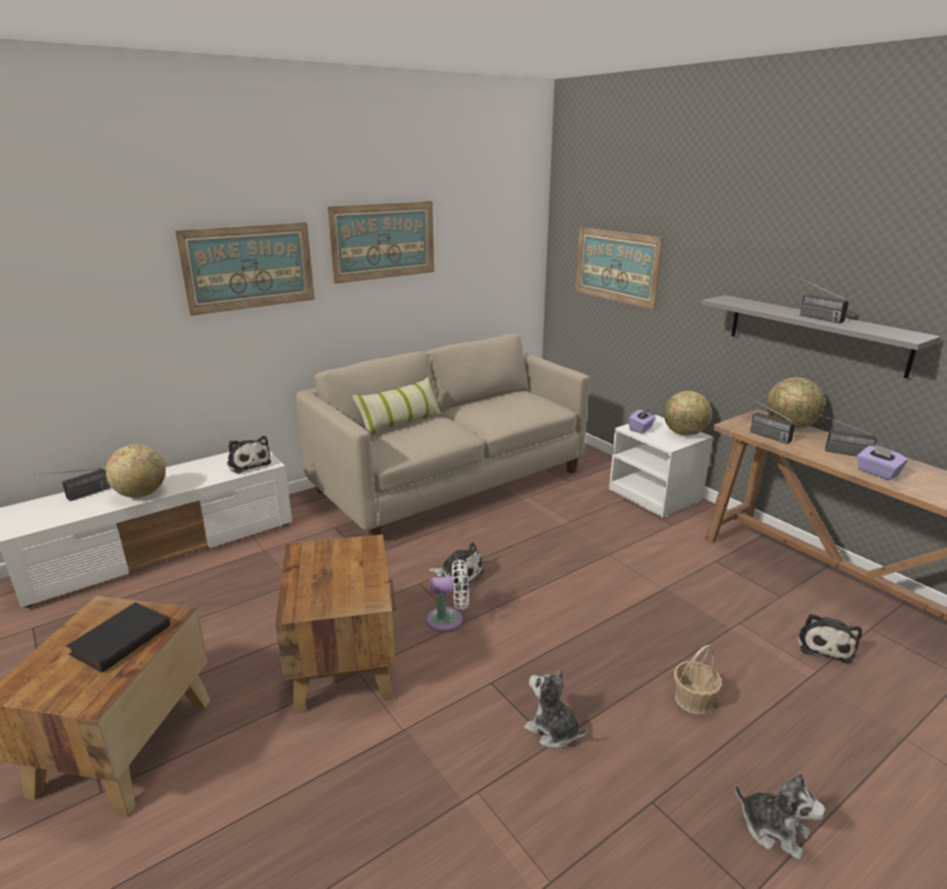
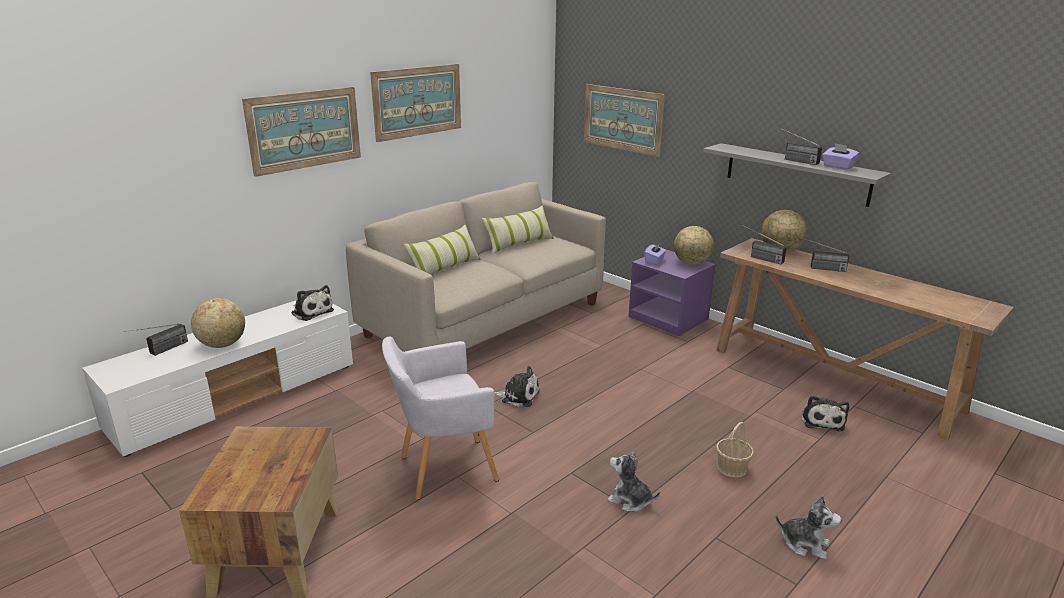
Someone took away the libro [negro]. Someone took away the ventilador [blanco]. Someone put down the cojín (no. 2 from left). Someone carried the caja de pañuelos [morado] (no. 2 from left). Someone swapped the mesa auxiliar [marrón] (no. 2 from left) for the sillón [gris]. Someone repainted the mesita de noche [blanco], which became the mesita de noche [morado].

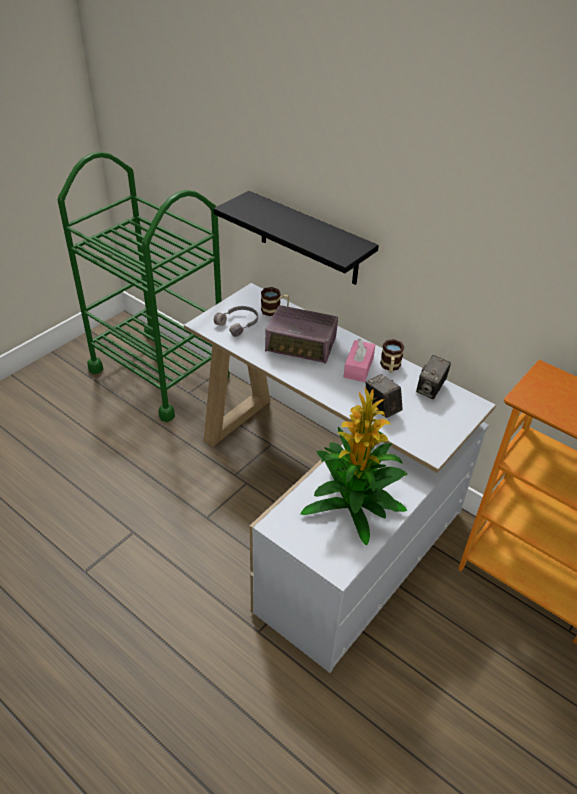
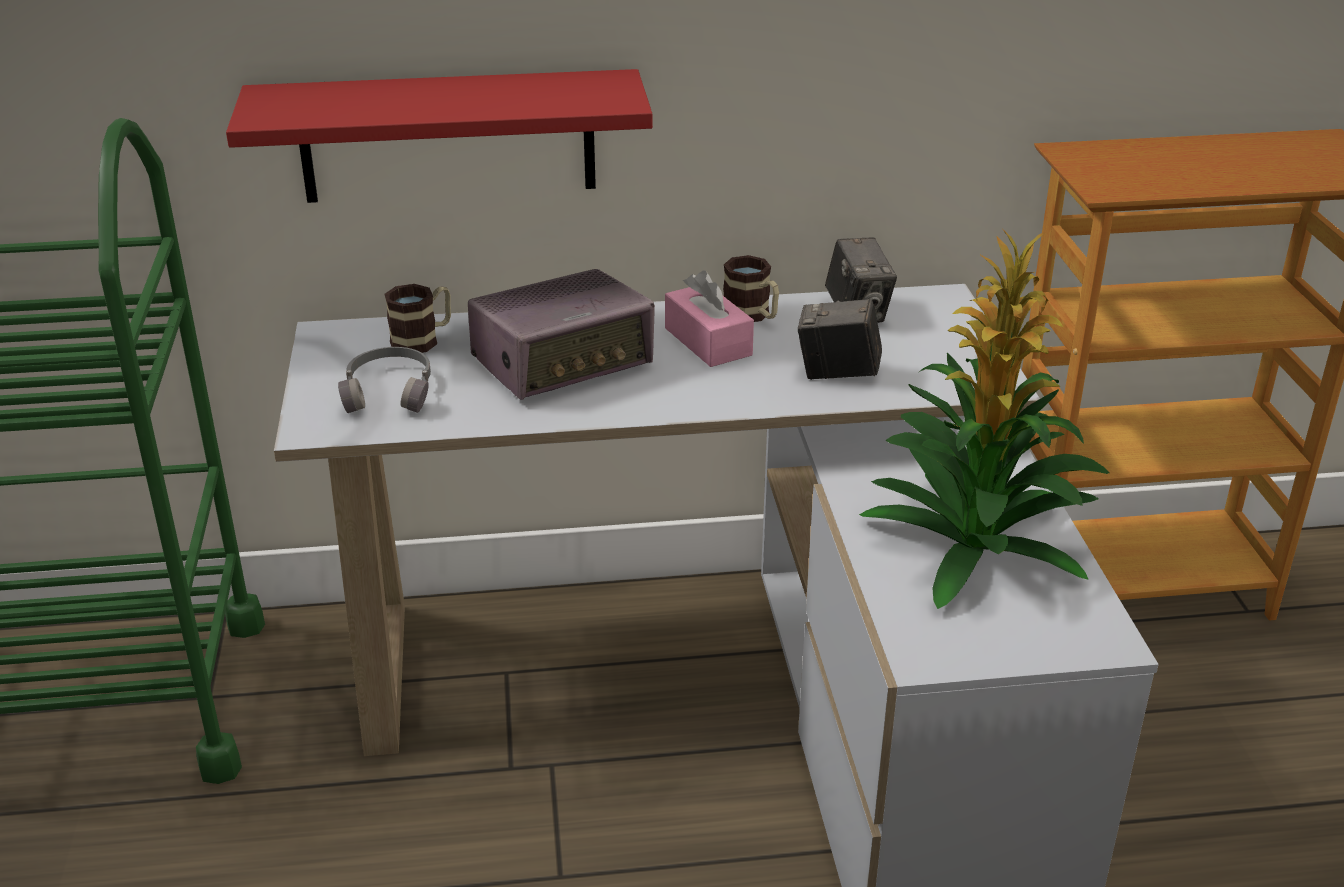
Someone repainted the estante [negro], which became the estante [rojo].

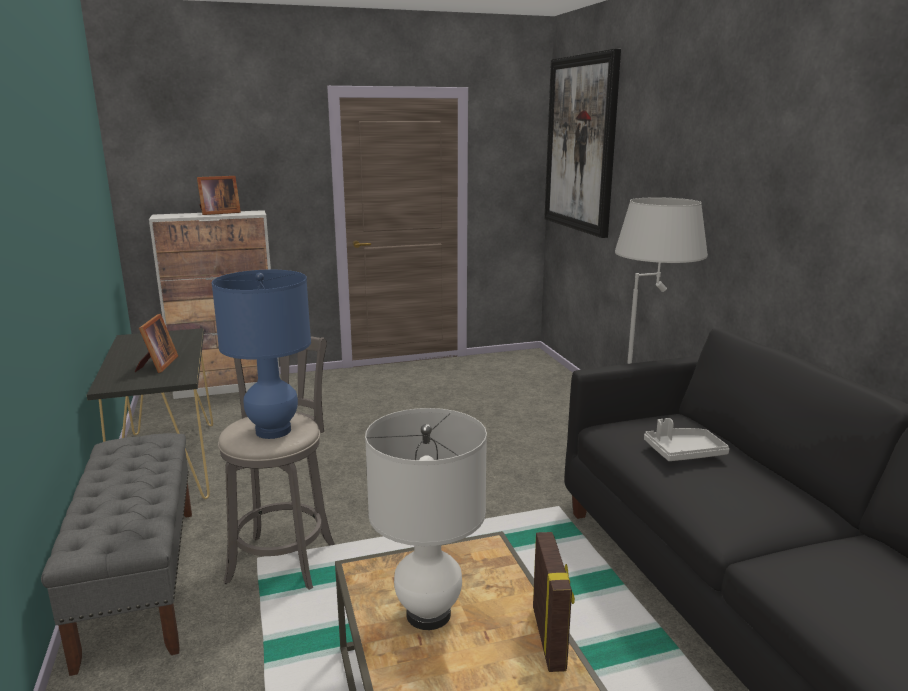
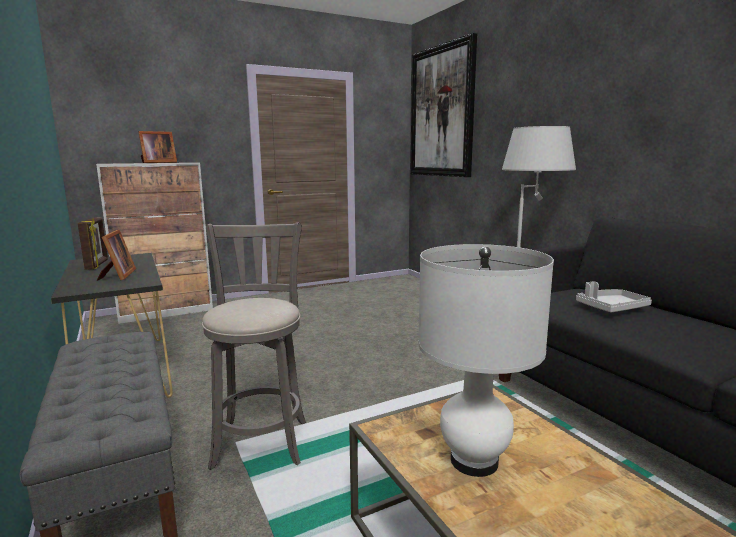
Someone took away the lámpara de mesa [azul]. Someone carried the portarretratos (no. 3 from left in the first image).

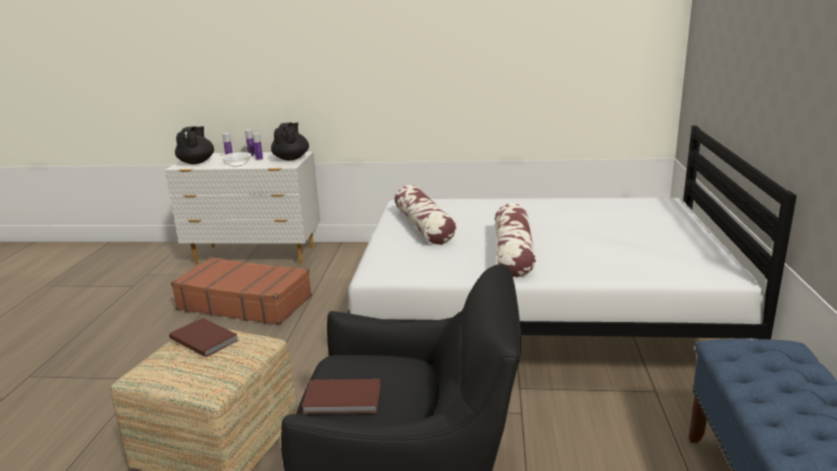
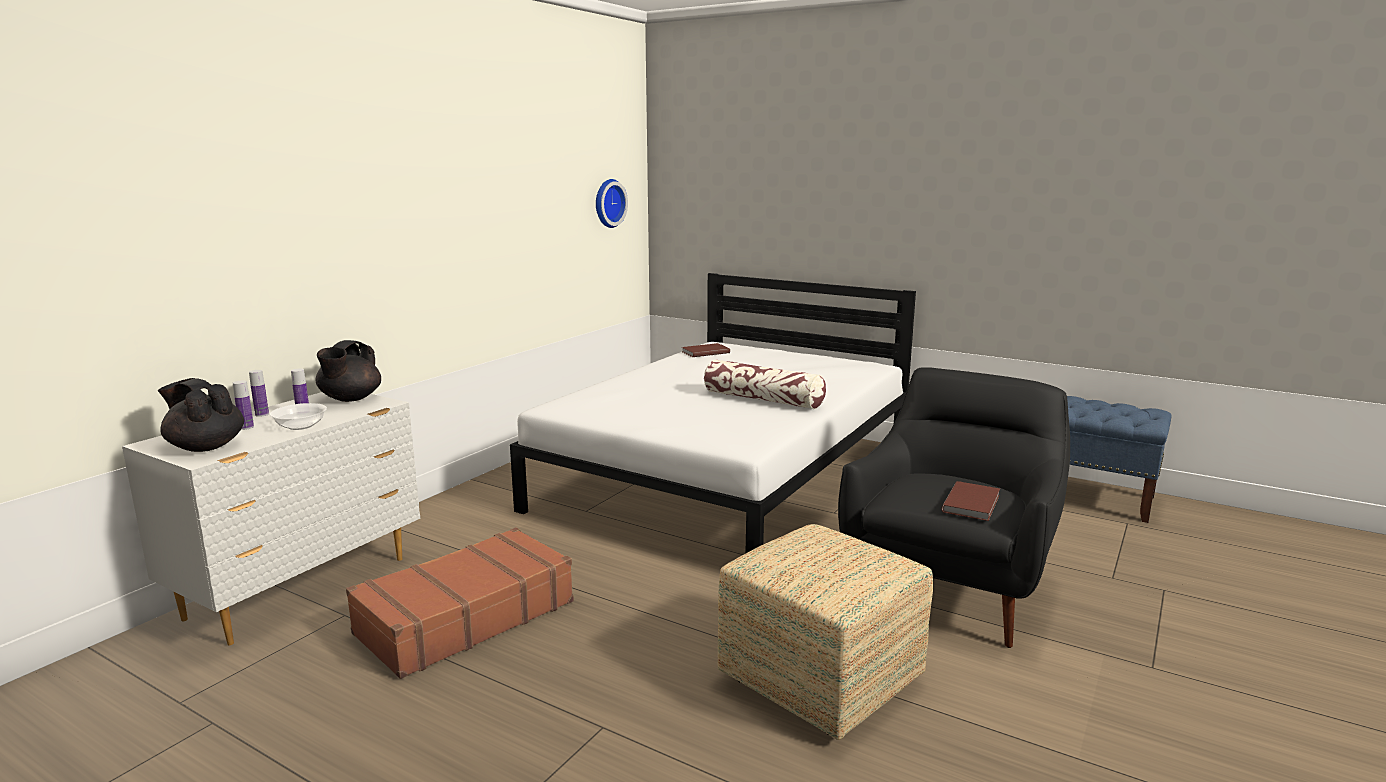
Someone took away the cojín (no. 1 from left). Someone put up the reloj de pared. Someone carried the libro [marrón] (no. 1 from left). Someone rotated the tetera [negro] (no. 2 from left) by 105 degrees counterclockwise.

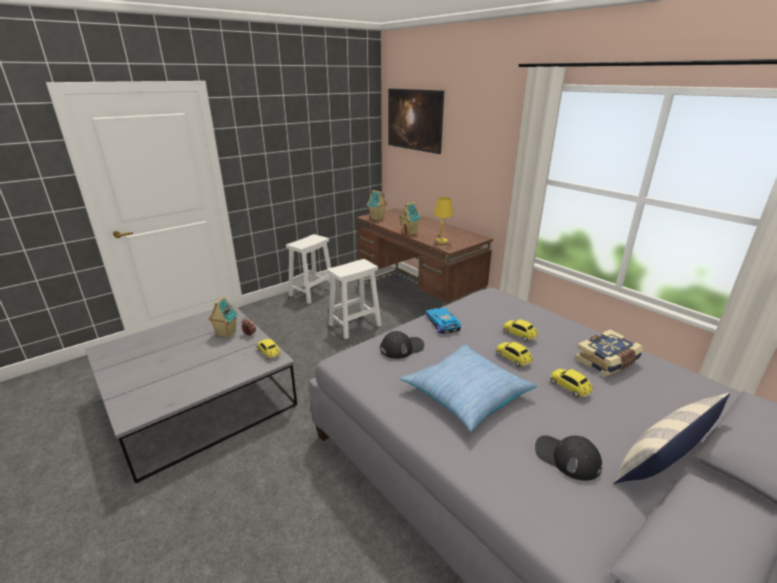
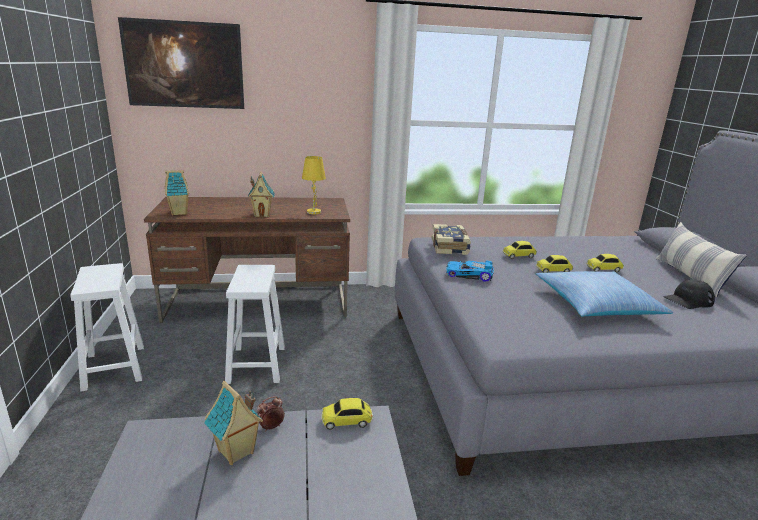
Someone took away the gorra [negro] (no. 1 from left). Someone carried the libro.

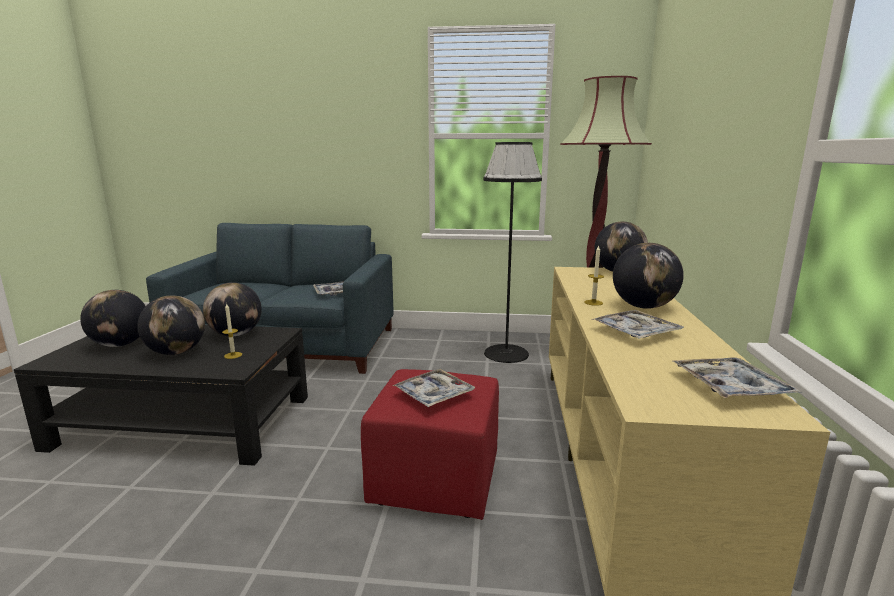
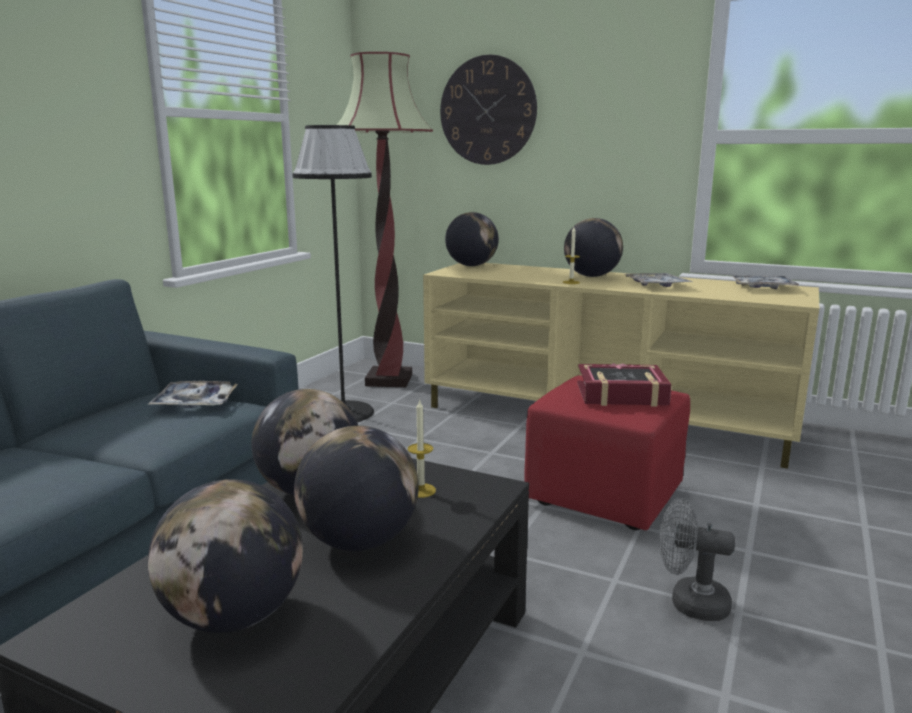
Someone put up the reloj de pared. Someone put down the ventilador [gris]. Someone swapped the bandeja (no. 2 from left) for the libro.

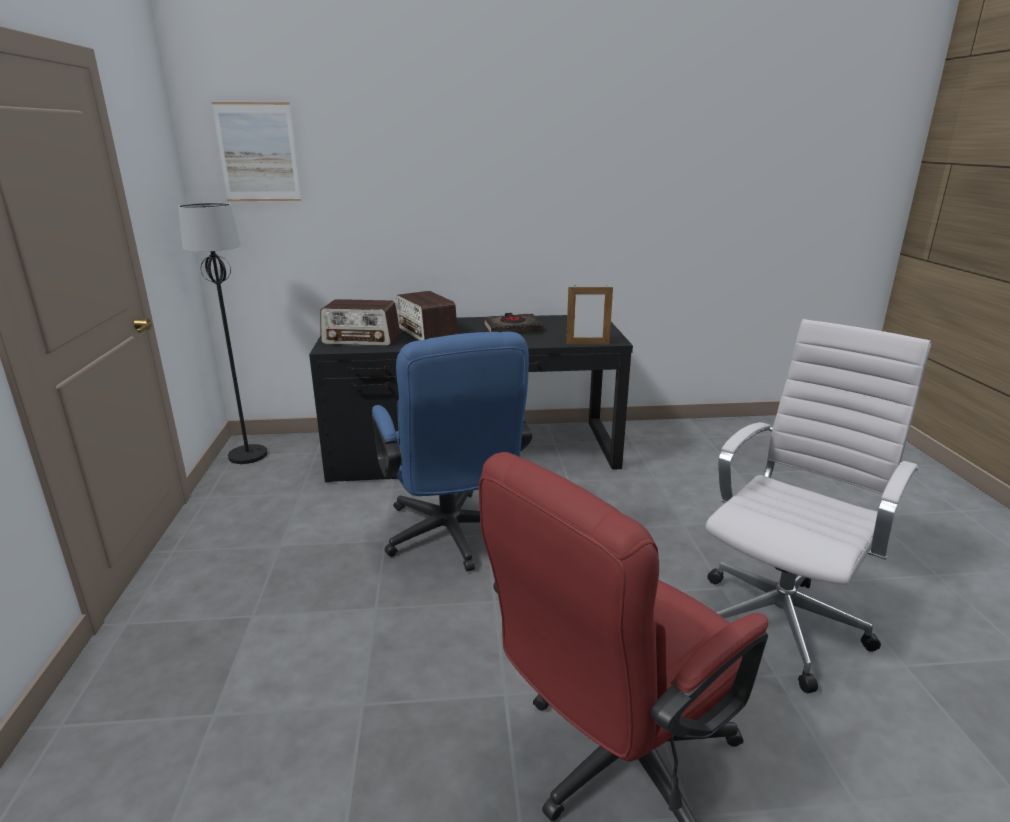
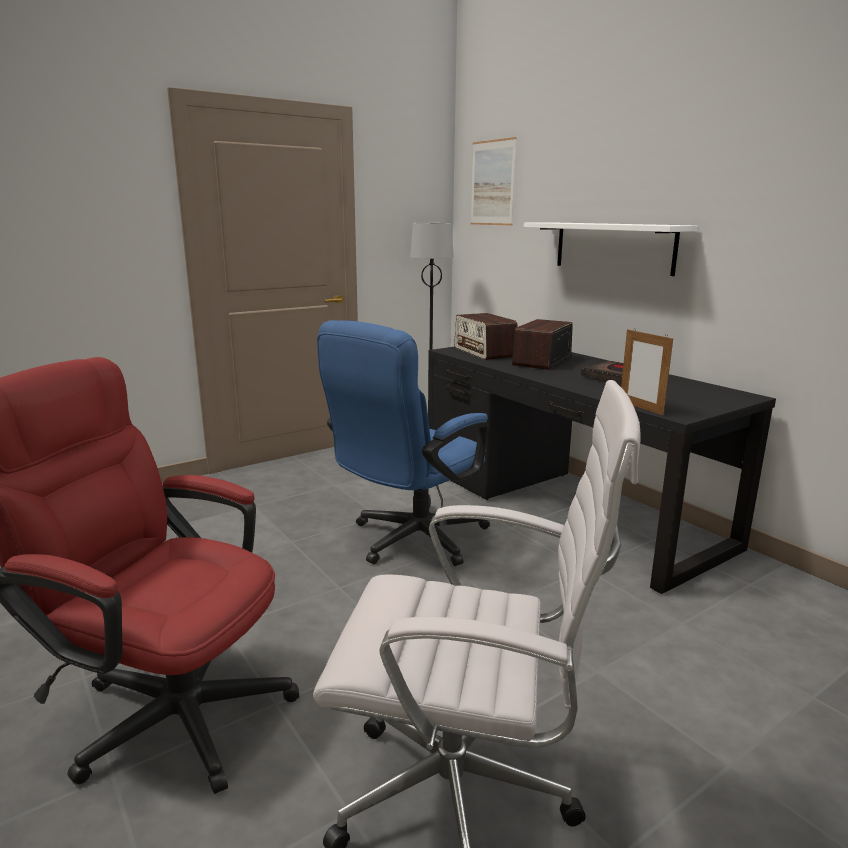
Someone put up the estante [blanco].

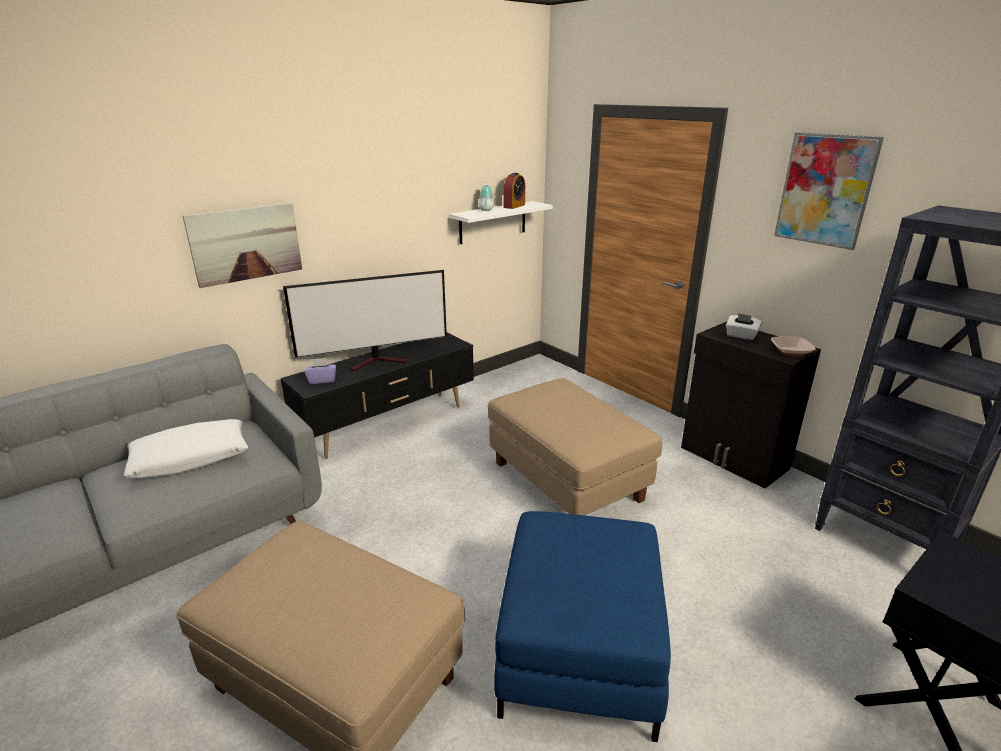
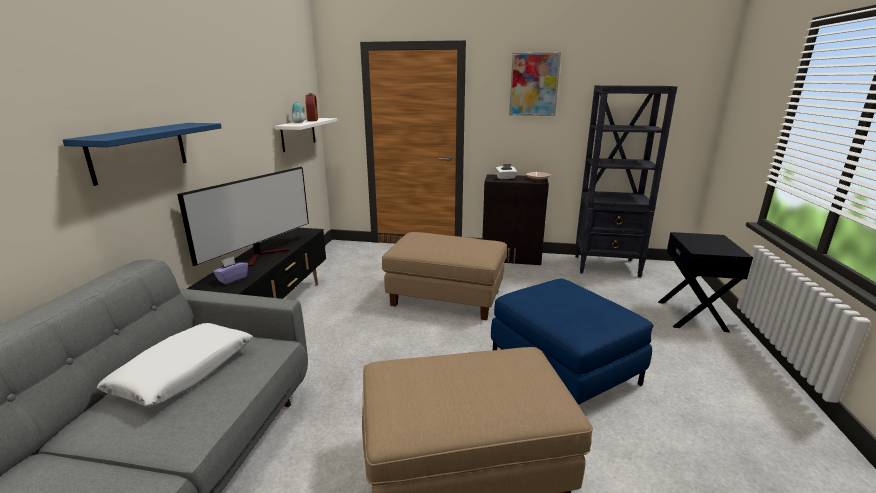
Someone swapped the cuadro (no. 1 from left) for the estante [azul].

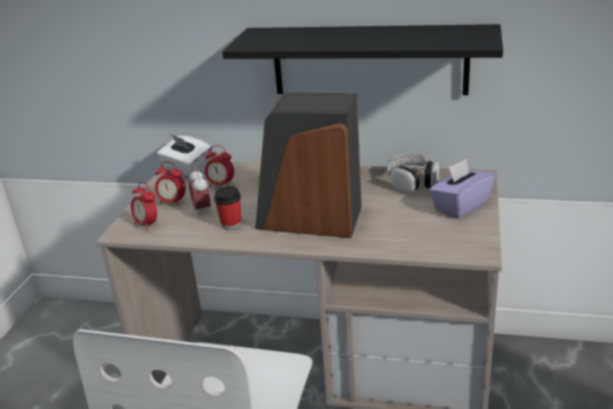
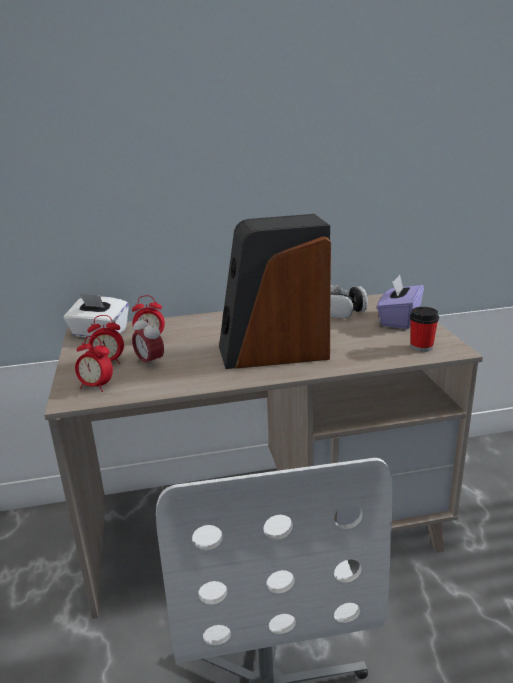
Someone took away the estante [negro]. Someone carried the taza.

